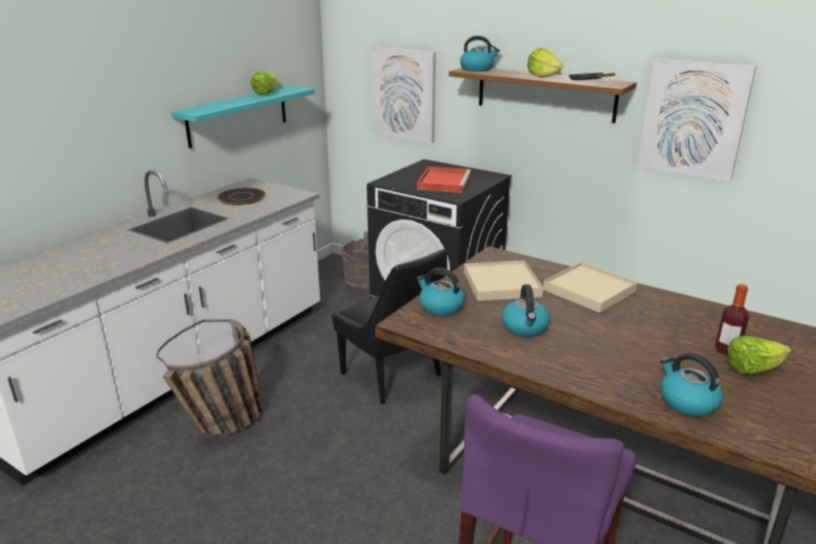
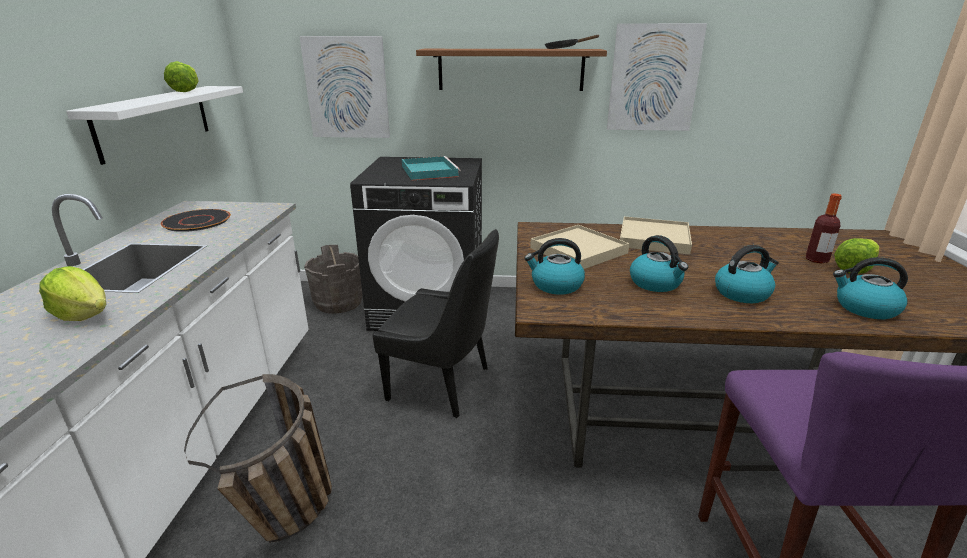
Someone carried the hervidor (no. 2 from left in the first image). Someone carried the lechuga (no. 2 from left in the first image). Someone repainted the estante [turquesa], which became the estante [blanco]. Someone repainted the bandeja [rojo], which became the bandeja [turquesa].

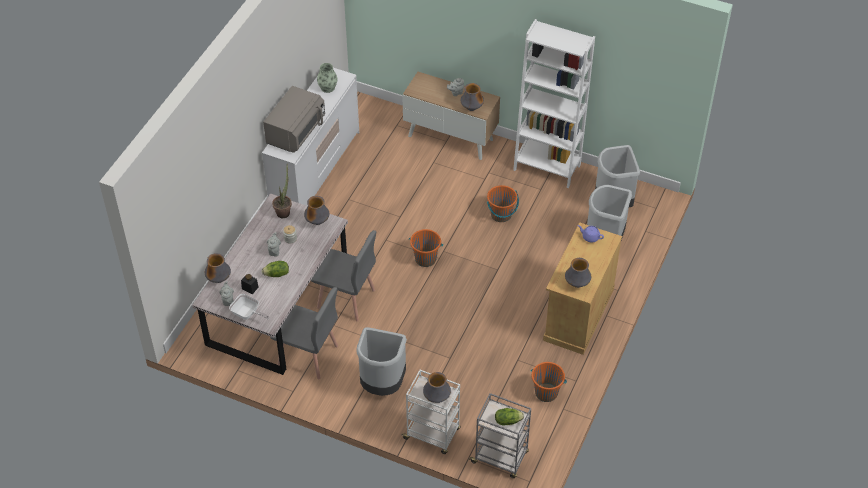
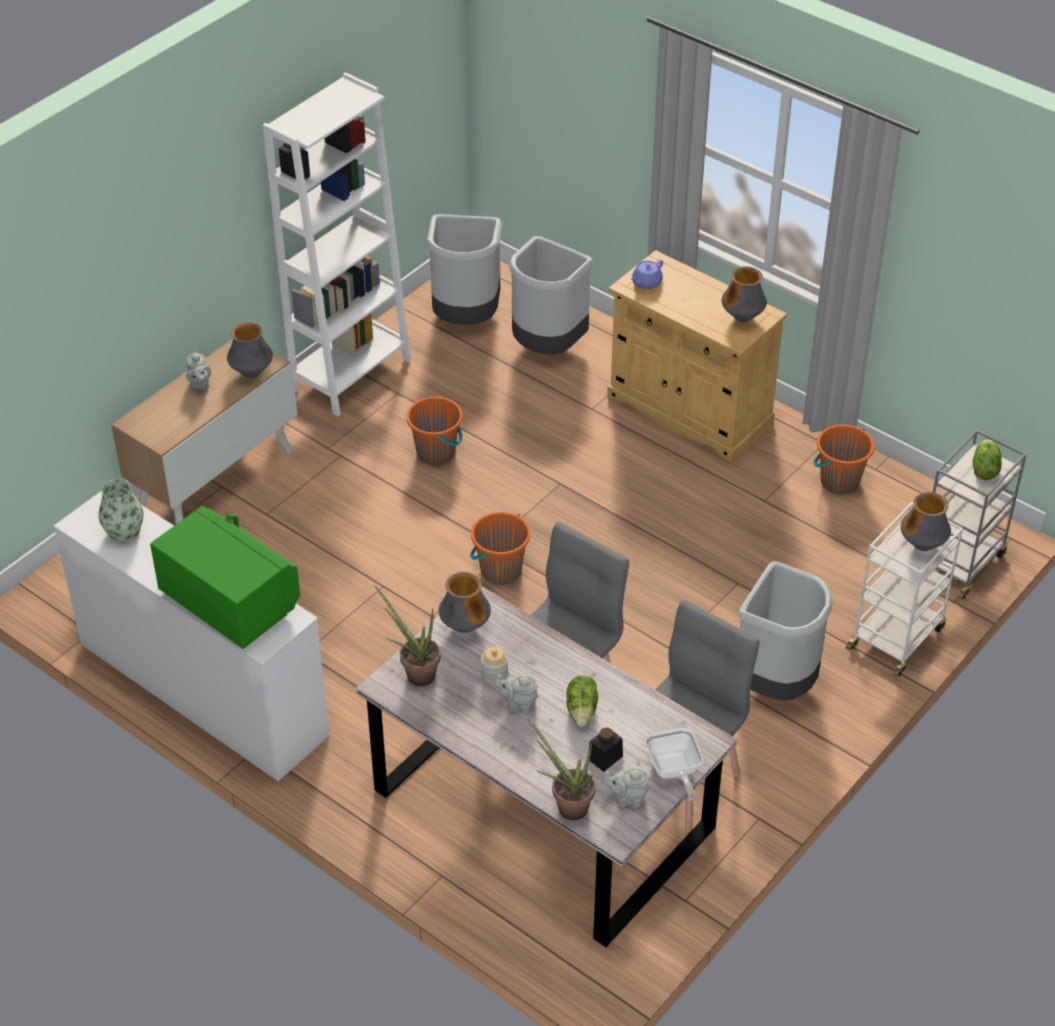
Someone swapped the florero (no. 1 from left) for the planta en maceta (no. 2 from left). Someone repainted the microondas [gris], which became the microondas [verde]. Someone rotated the sartén by 120 degrees clockwise.

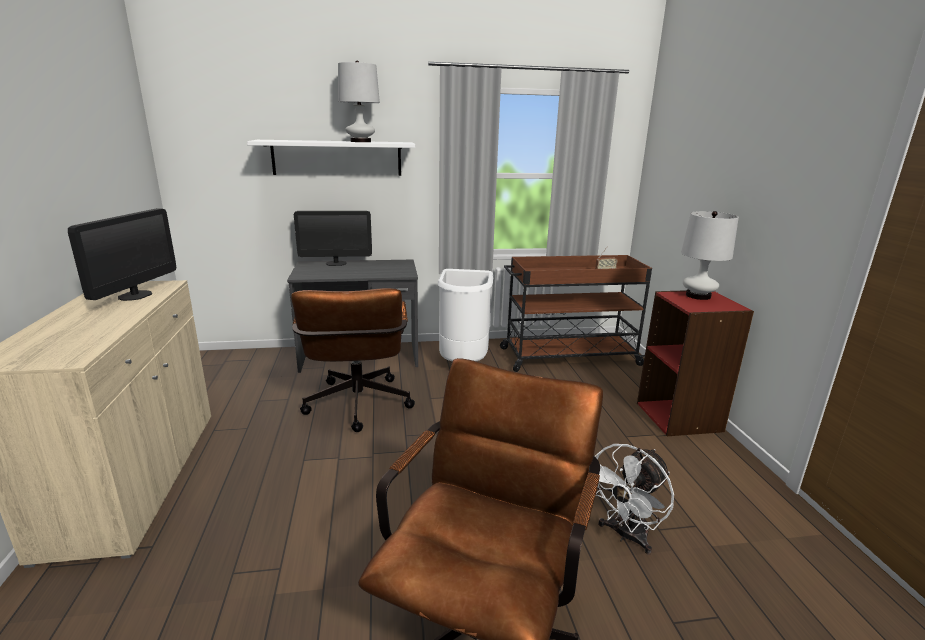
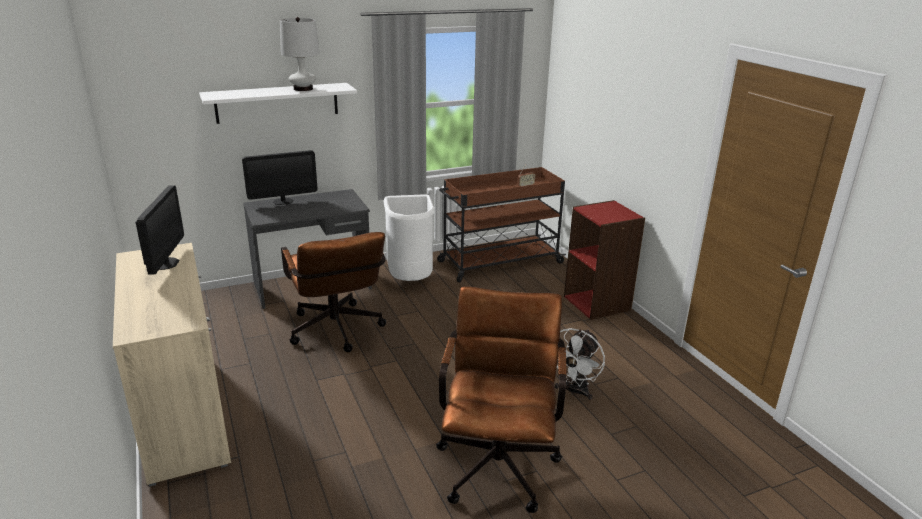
Someone took away the lámpara de mesa [blanco] (no. 2 from left).

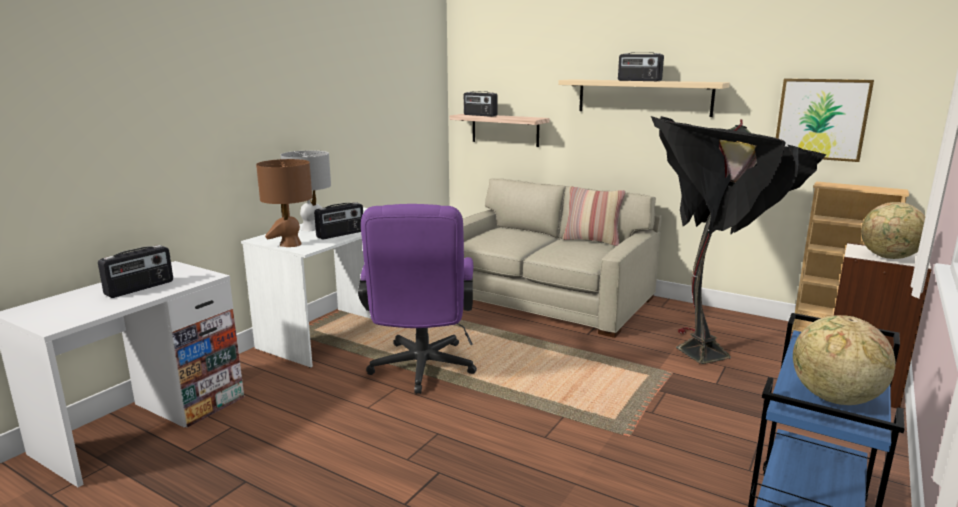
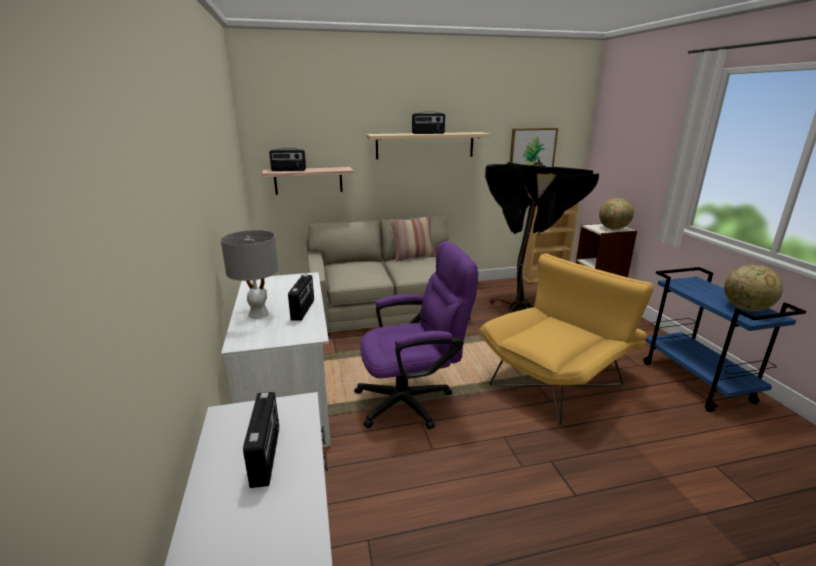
Someone took away the lámpara de mesa [marrón]. Someone put down the sillón [amarillo]. Someone rotated the silla de oficina [morado] by 60 degrees counterclockwise.

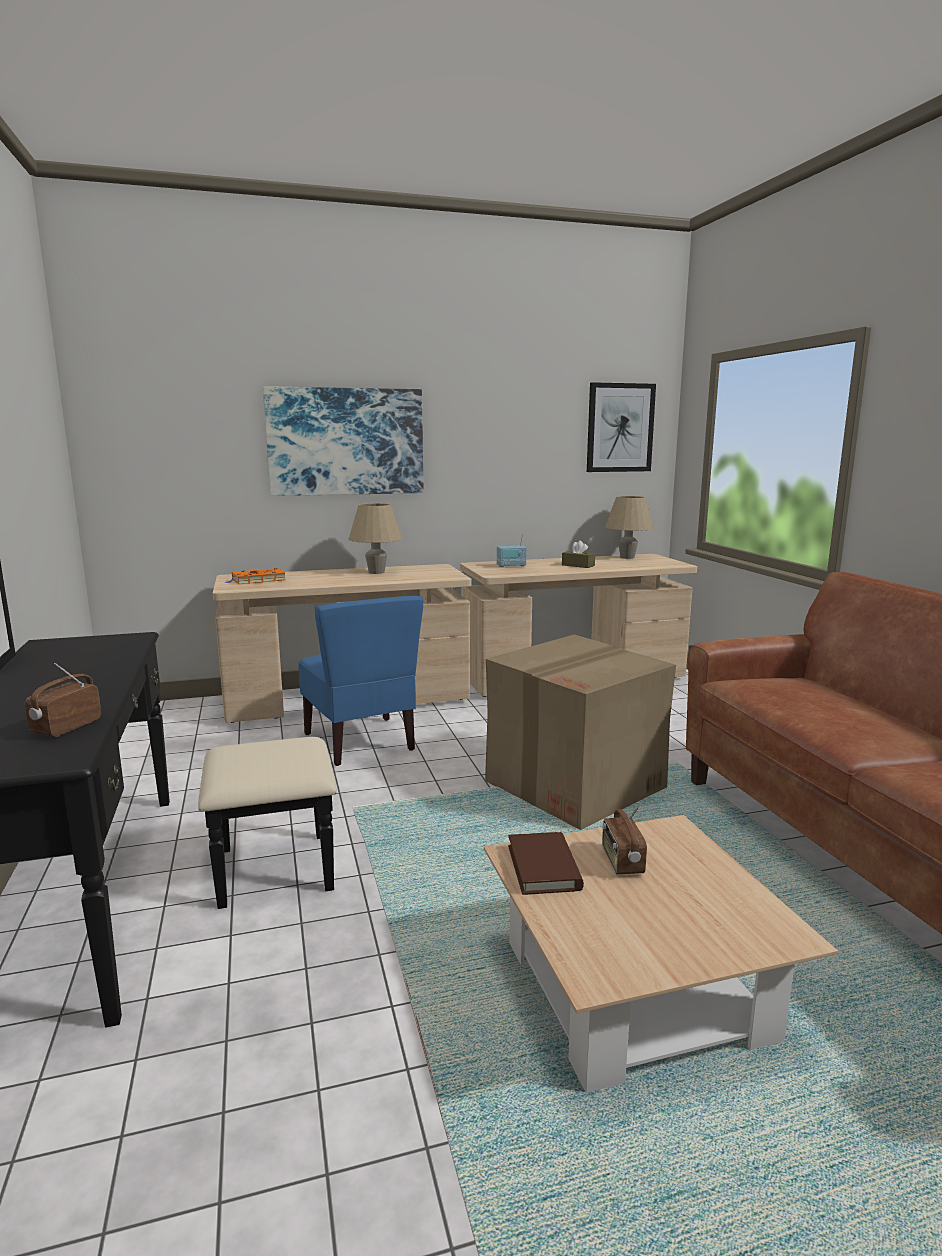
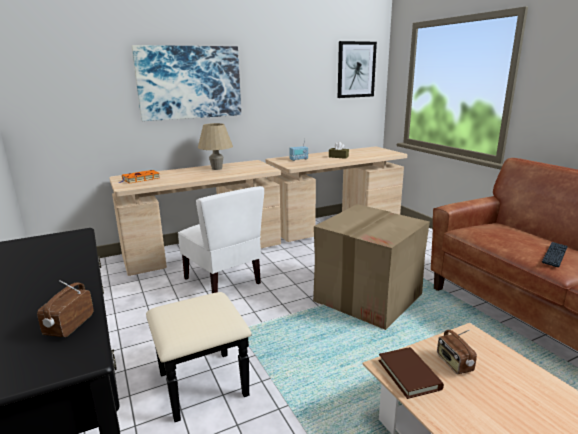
Someone took away the lámpara de mesa [beis] (no. 2 from left). Someone put down the teclado. Someone repainted the silla [azul], which became the silla [blanco].

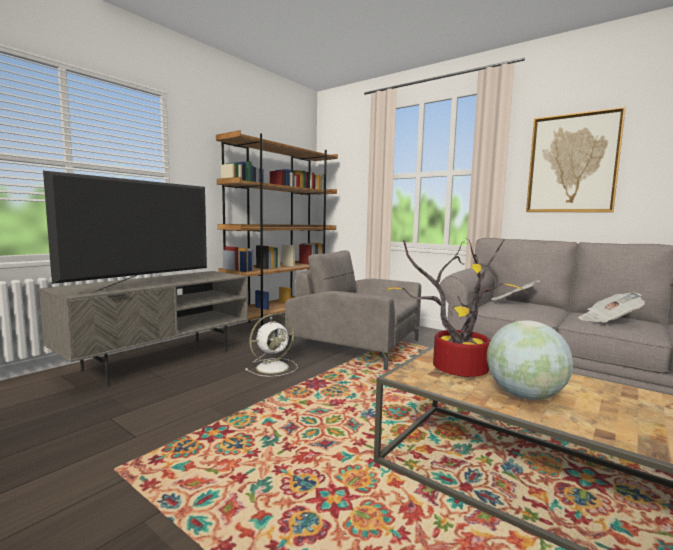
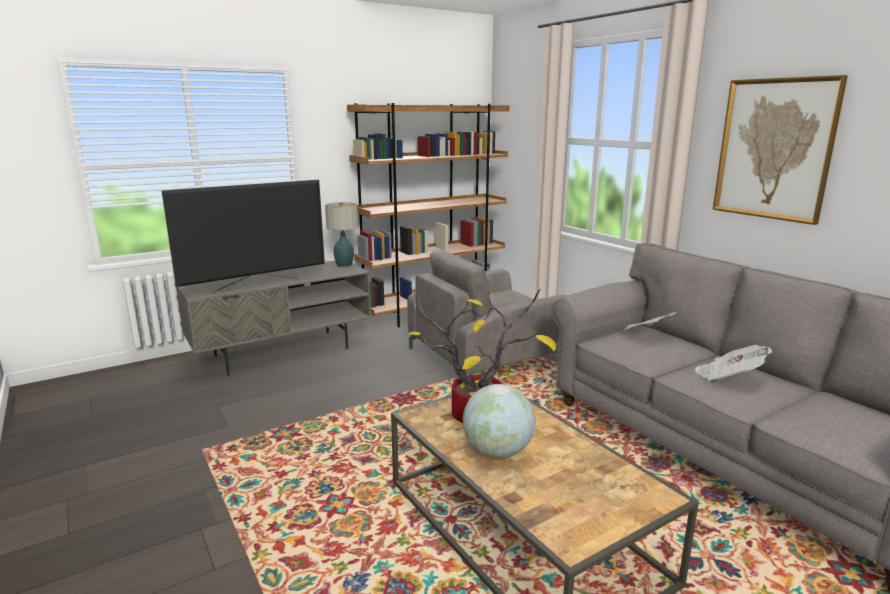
Someone took away the ventilador [blanco]. Someone put down the lámpara de mesa. Someone rotated the sillón [gris] by 75 degrees counterclockwise.

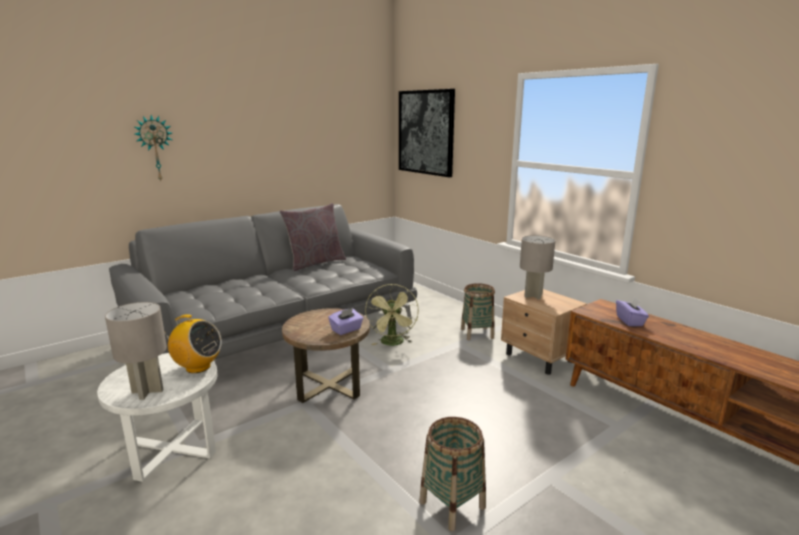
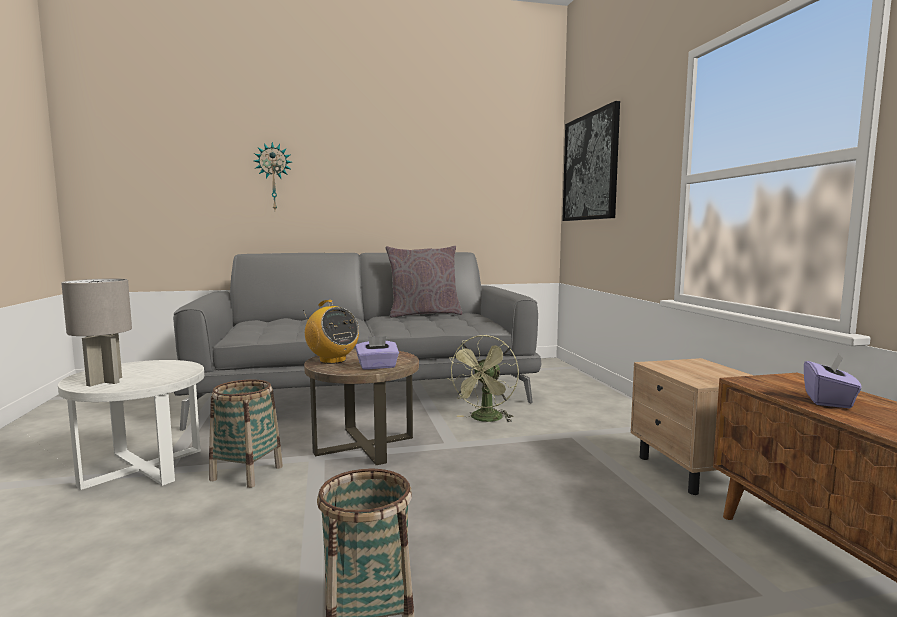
Someone took away the lámpara de mesa [gris] (no. 2 from left). Someone carried the radio. Someone carried the cesta (no. 2 from left in the first image).

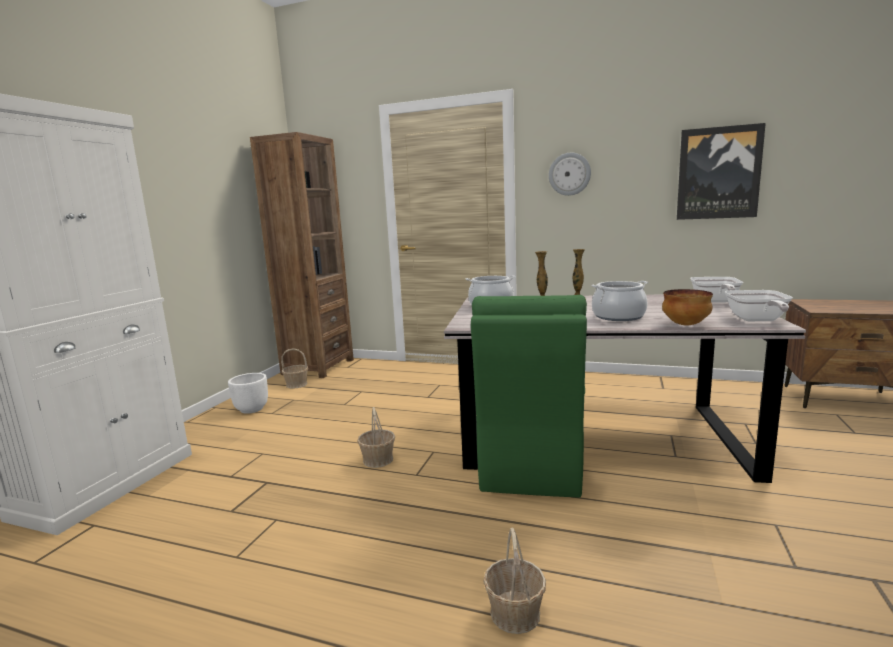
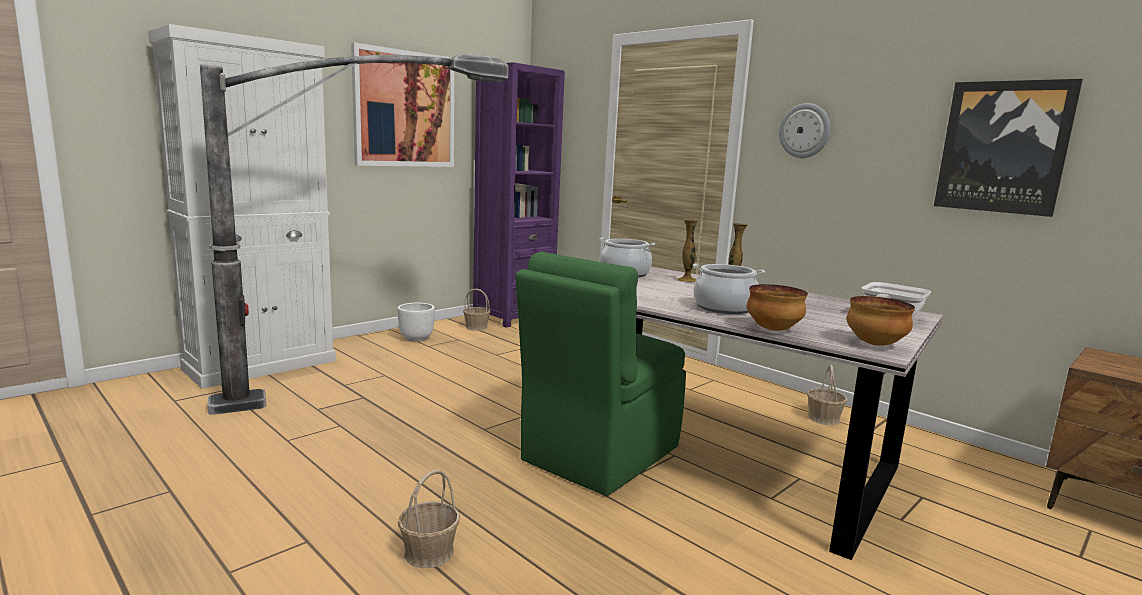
Someone put down the lámpara de pie. Someone put up the cuadro (no. 1 from left). Someone carried the cesta (no. 2 from left in the first image). Someone swapped the sartén (no. 2 from left) for the cuenco (no. 2 from left). Someone repainted the estantería [marrón], which became the estantería [morado].

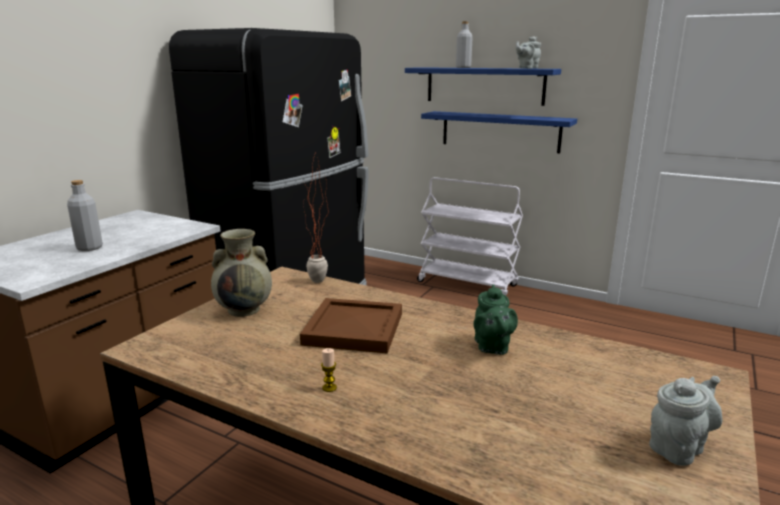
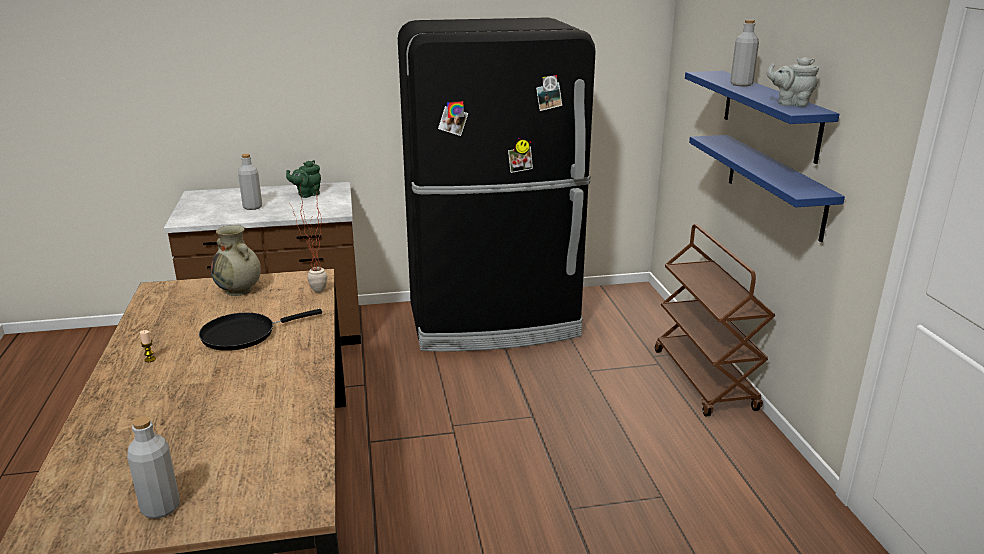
Someone carried the tetera [verde]. Someone swapped the bandeja [marrón] for the sartén [negro]. Someone swapped the tetera [gris] (no. 2 from left) for the botella [gris] (no. 1 from left). Someone repainted the carrito [blanco], which became the carrito [marrón].

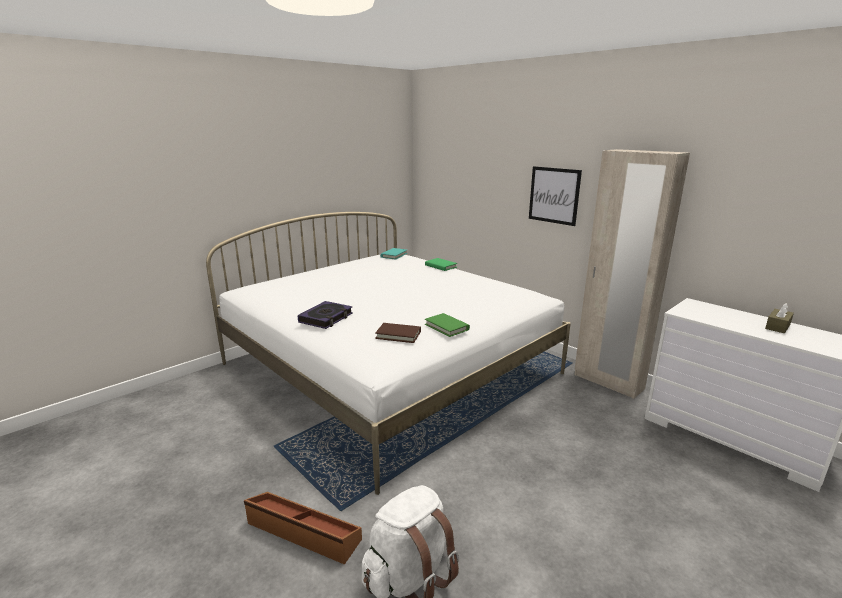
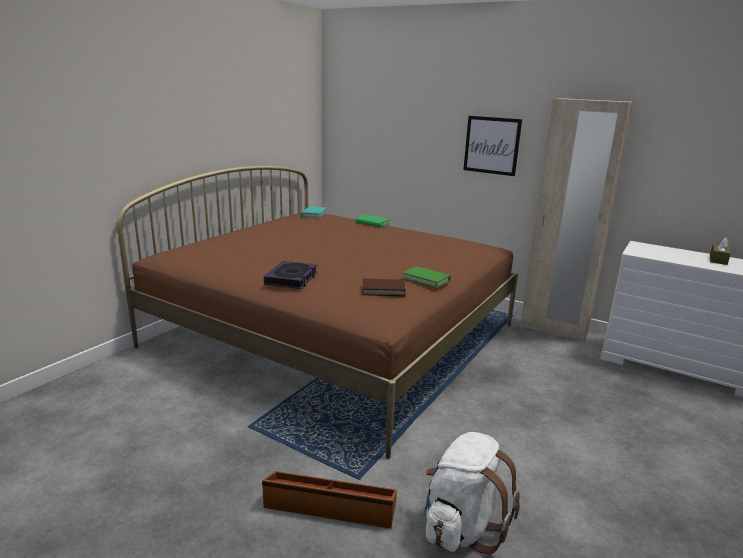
Someone repainted the cama [blanco], which became the cama [marrón].

